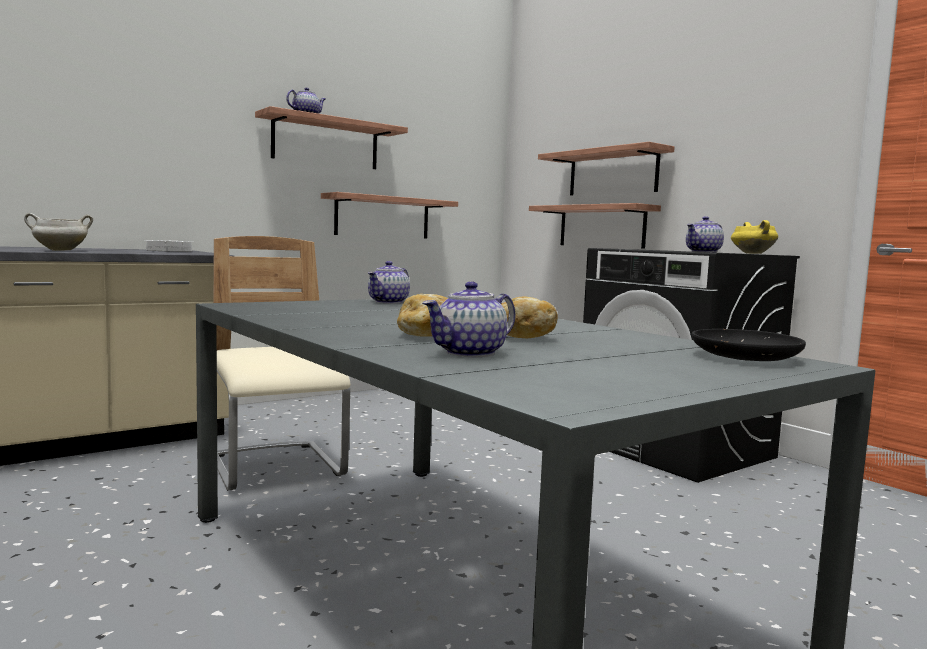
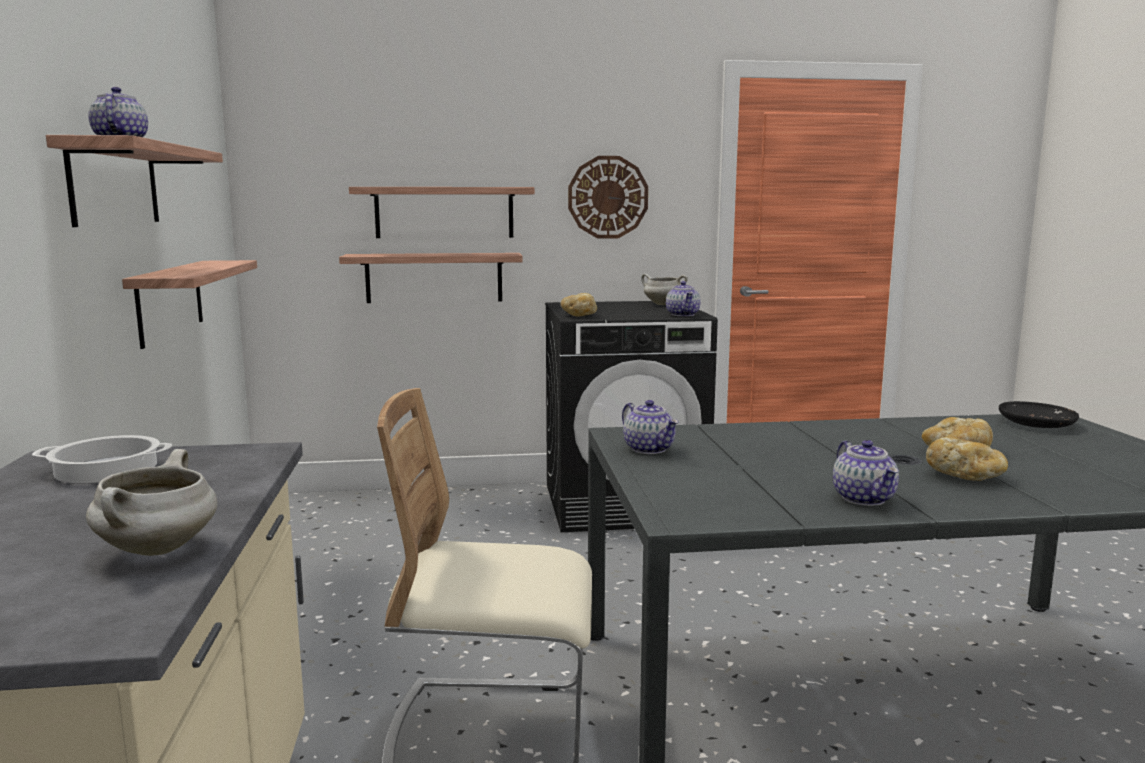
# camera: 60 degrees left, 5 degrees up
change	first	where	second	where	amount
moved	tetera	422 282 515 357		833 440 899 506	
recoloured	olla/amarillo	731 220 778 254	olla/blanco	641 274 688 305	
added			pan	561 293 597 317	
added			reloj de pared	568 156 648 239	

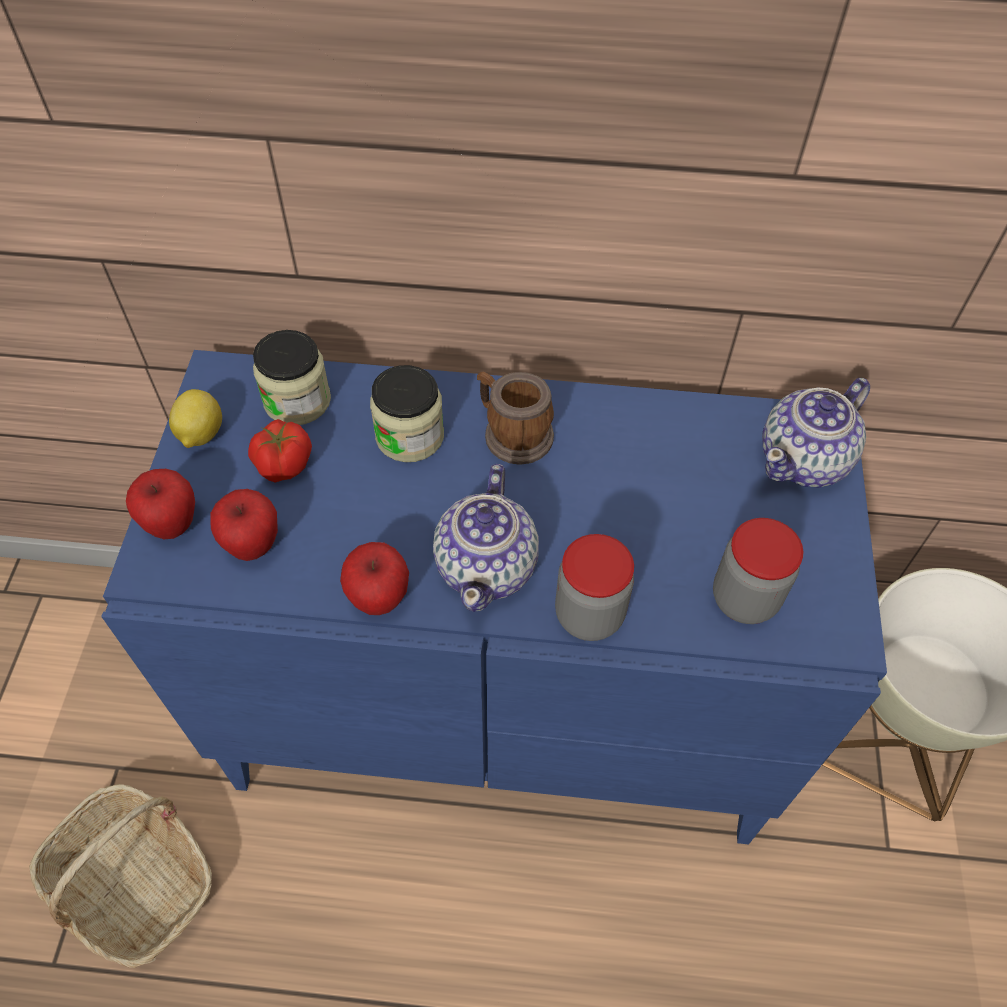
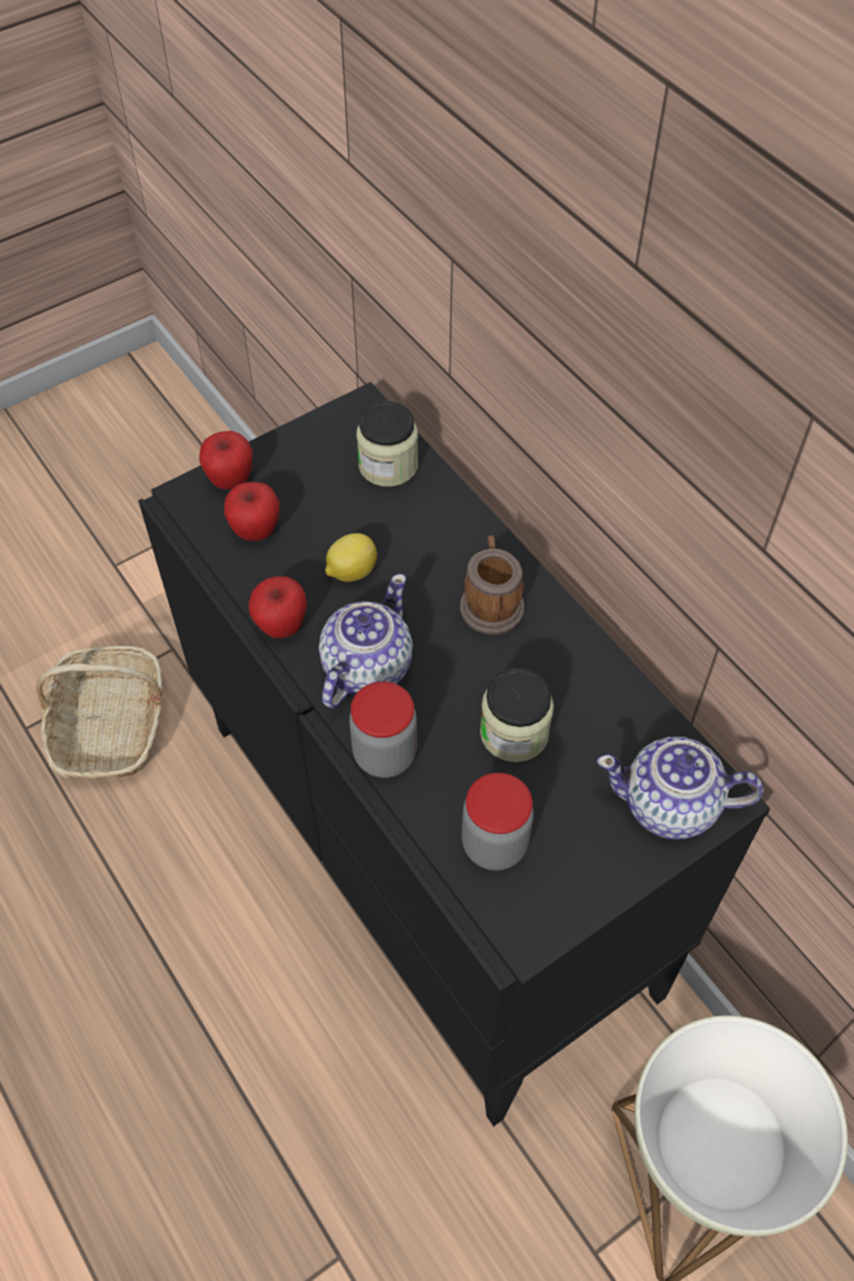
# camera: 50 degrees right, 0 degrees up
change	first	where	second	where	amount
recoloured	armario/azul	101 350 887 844	armario/negro	138 382 771 1126	
moved	limón	169 389 222 448		325 533 377 582	
removed	tomate	248 419 312 483			
moved	tarro	370 365 444 462		480 668 554 762	
turned	tetera	433 464 539 612		319 574 413 708	150 degrees clockwise

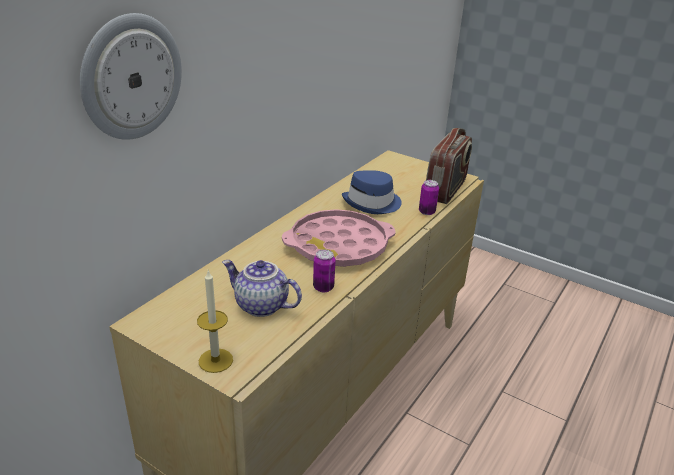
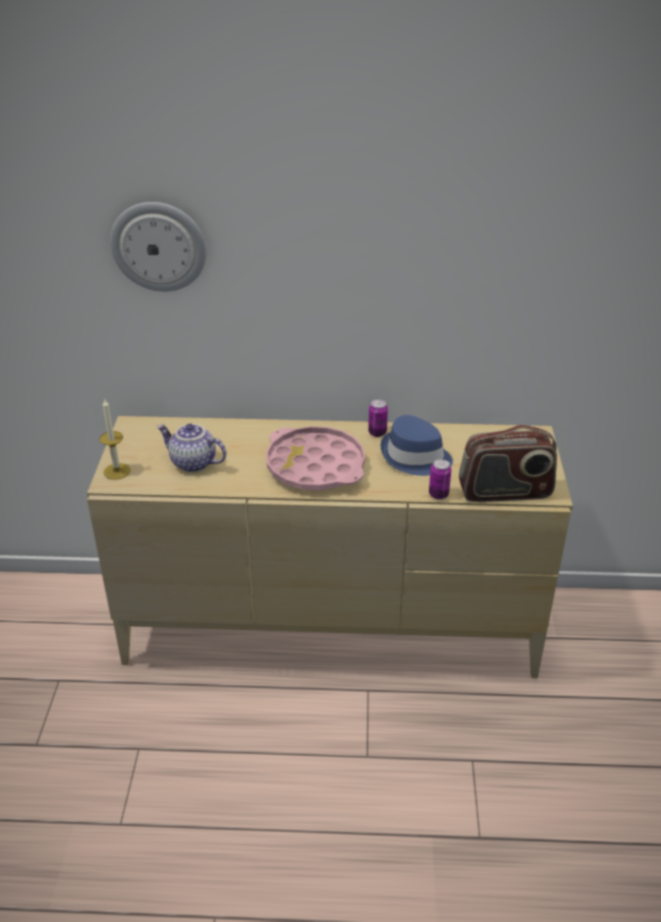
# camera: 60 degrees right, 5 degrees up
change	first	where	second	where	amount
turned	tetera	222 260 302 317		157 424 227 472	60 degrees counterclockwise
moved	lata	313 249 336 292		368 399 388 437	

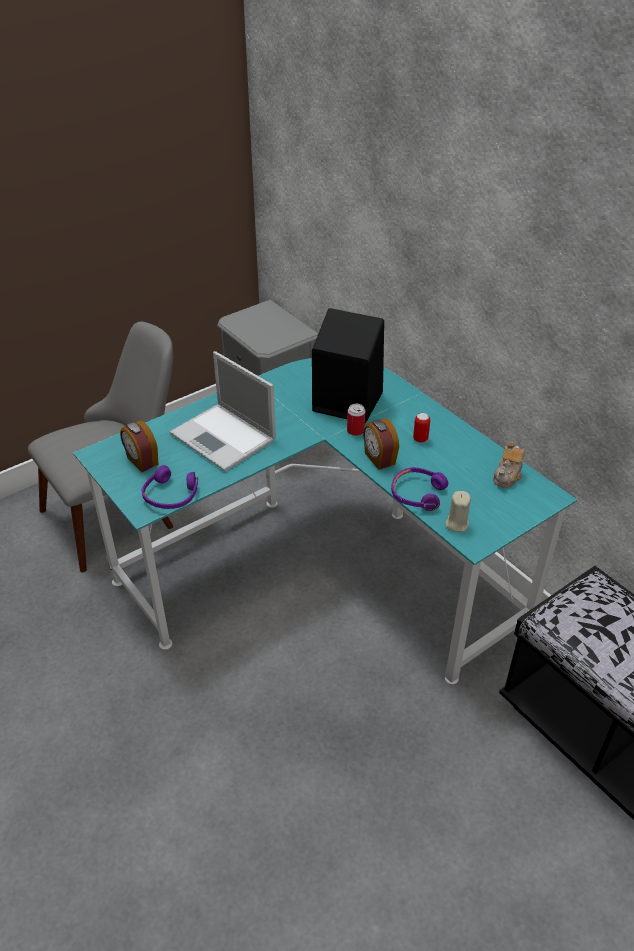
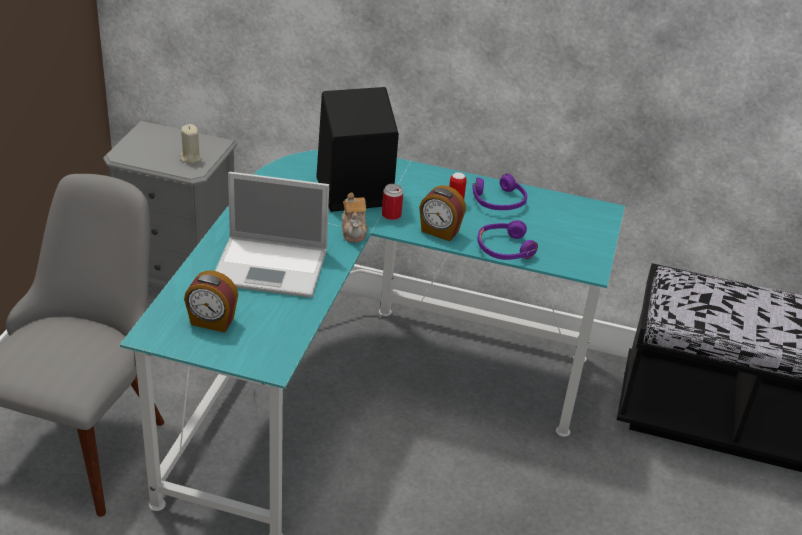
# camera: 40 degrees left, 5 degrees down
change	first	where	second	where	amount
moved	auriculares/morado	142 465 198 509		473 174 527 210	
moved	vela/beis	445 491 471 532		180 124 201 164	
moved	tetera	493 442 524 488		342 192 368 243	

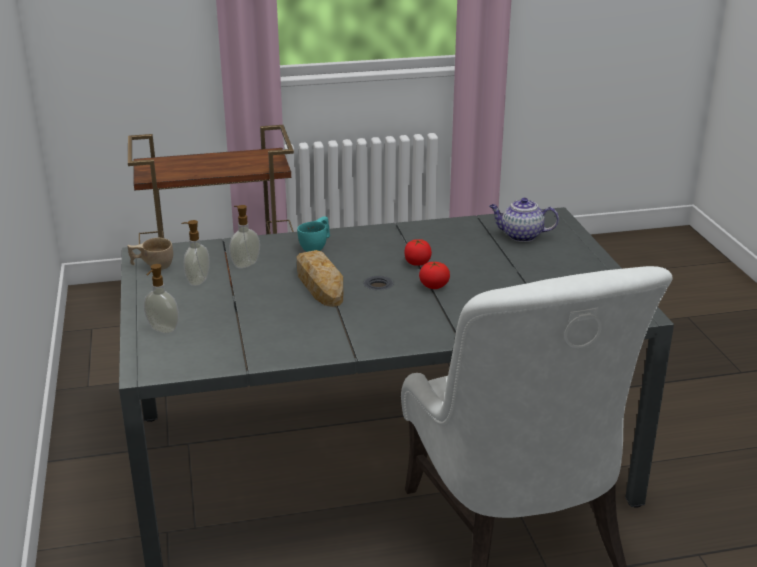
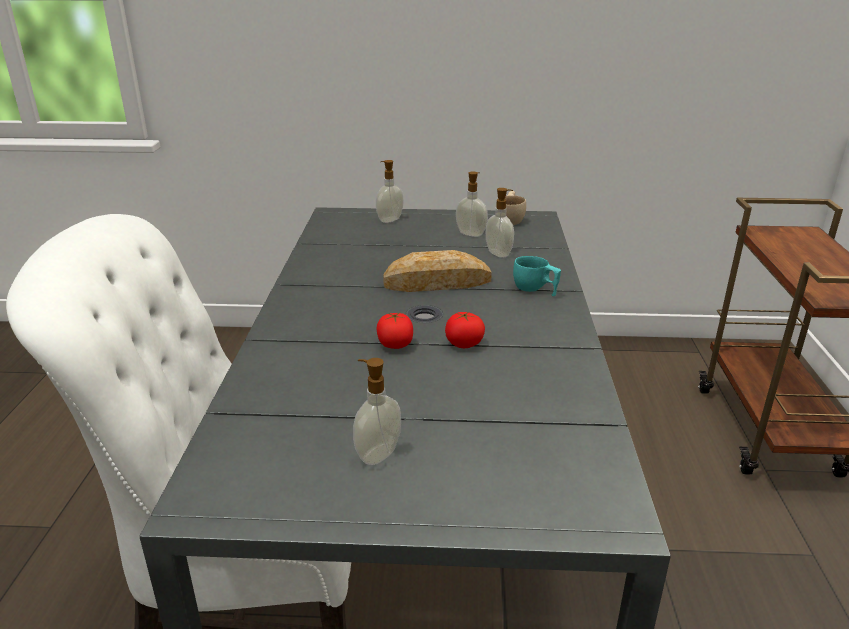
# camera: 105 degrees right, 0 degrees up
change	first	where	second	where	amount
removed	tetera	489 198 559 242			
added			dispensador de jabón	353 358 401 465	

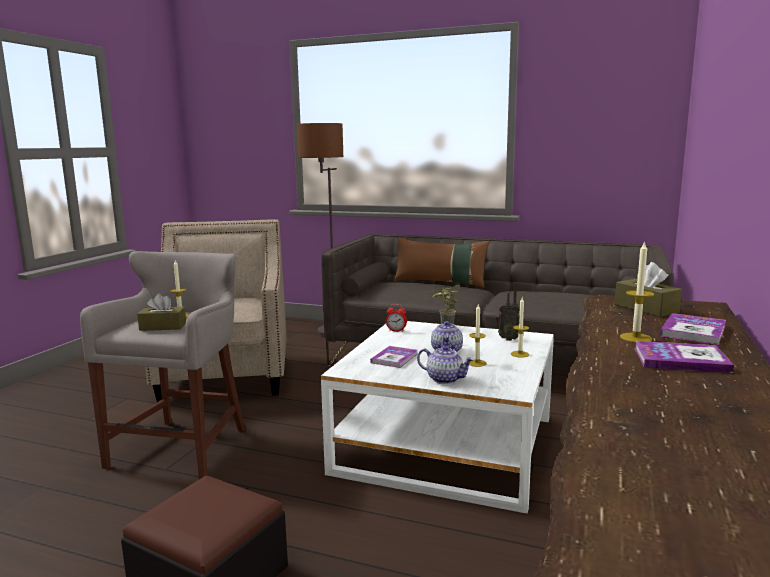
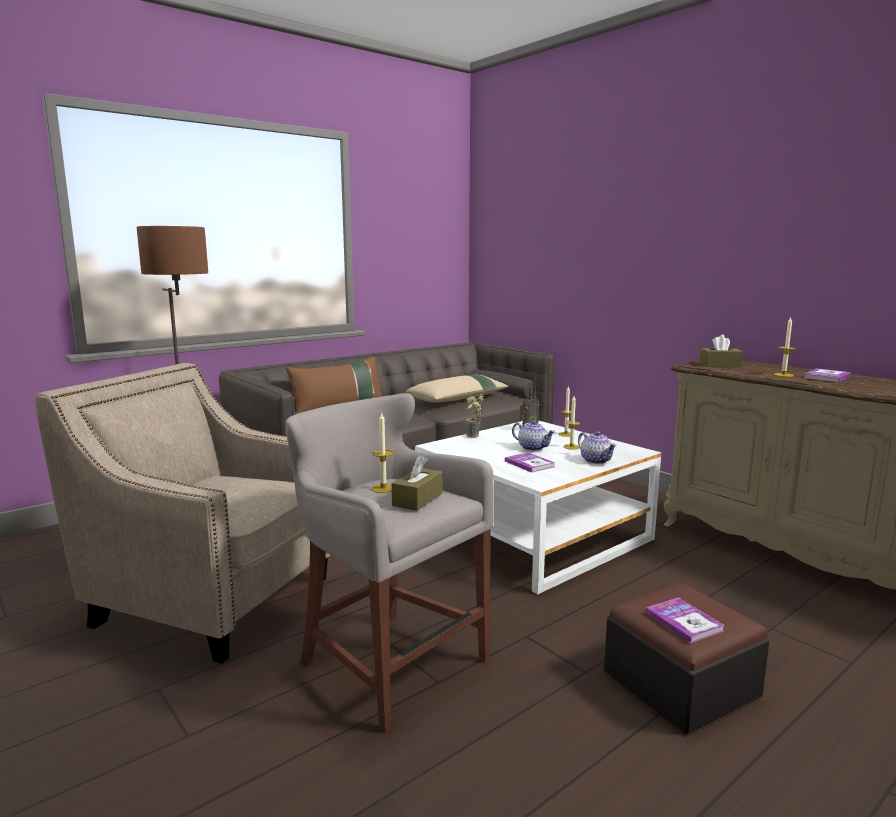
# camera: 60 degrees left, 0 degrees up
change	first	where	second	where	amount
removed	despertador	386 304 407 332			
turned	tetera	417 345 474 384		578 431 617 464	90 degrees clockwise
moved	libro	660 313 726 345		645 597 725 643	
added			cojín/beis	405 375 509 403	

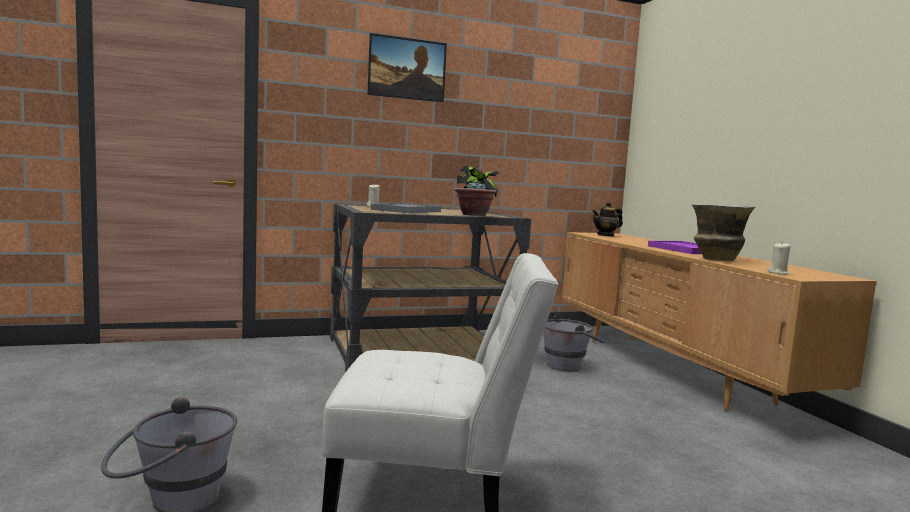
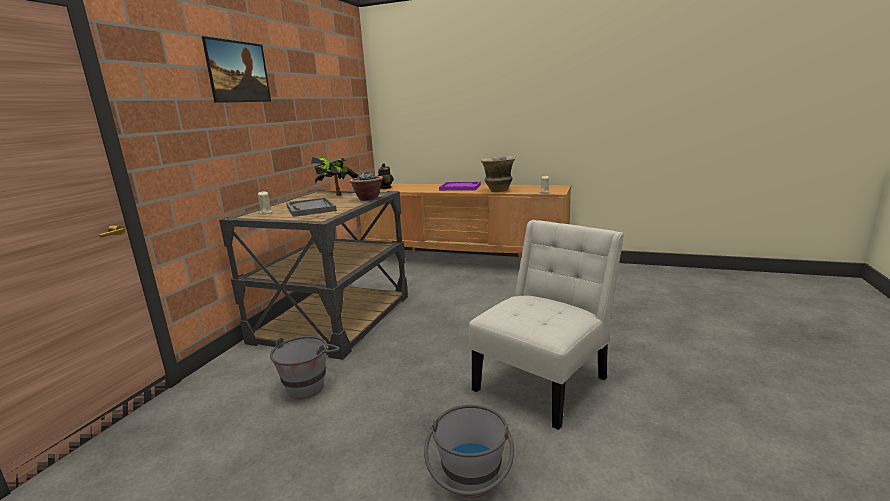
# camera: 50 degrees left, 10 degrees up
change	first	where	second	where	amount
moved	cubo/gris	543 314 605 372		270 336 340 399	

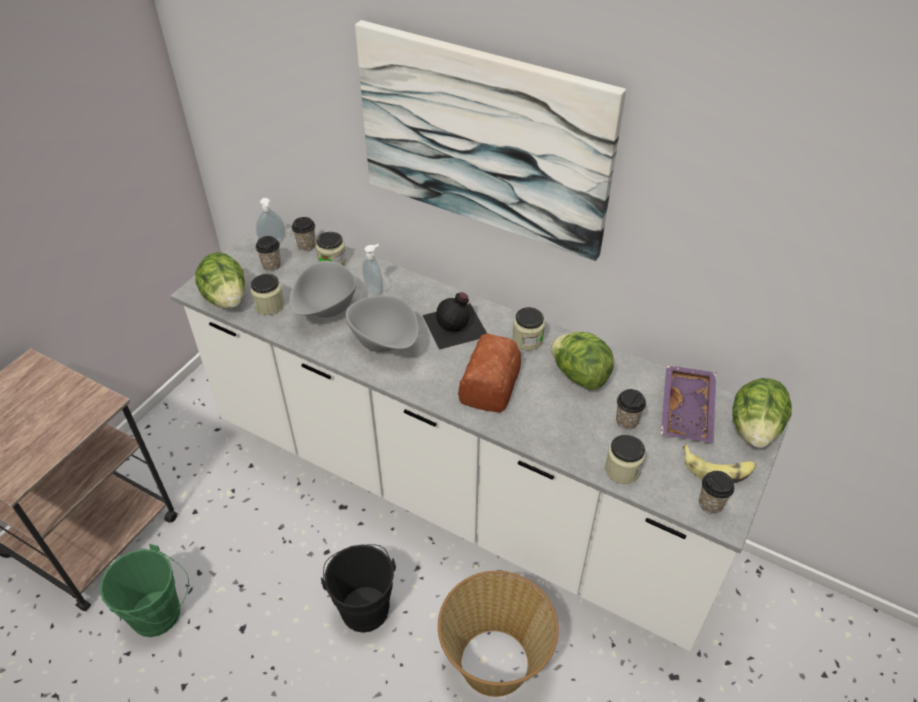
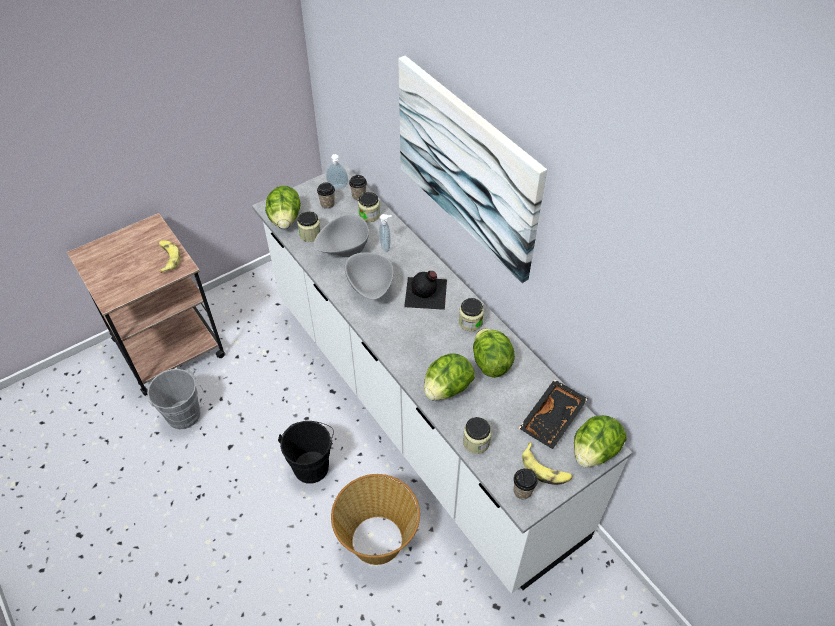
# camera: 25 degrees right, 5 degrees up
change	first	where	second	where	amount
recoloured	cubo/verde	100 544 189 637	cubo/gris	147 368 205 430	
removed	pan	458 334 521 413			
removed	taza	616 389 646 430			
recoloured	bandeja/morado	661 366 716 443	bandeja/negro	519 379 588 449	
added			plátano	159 241 180 273	
added			lechuga	424 354 475 400	

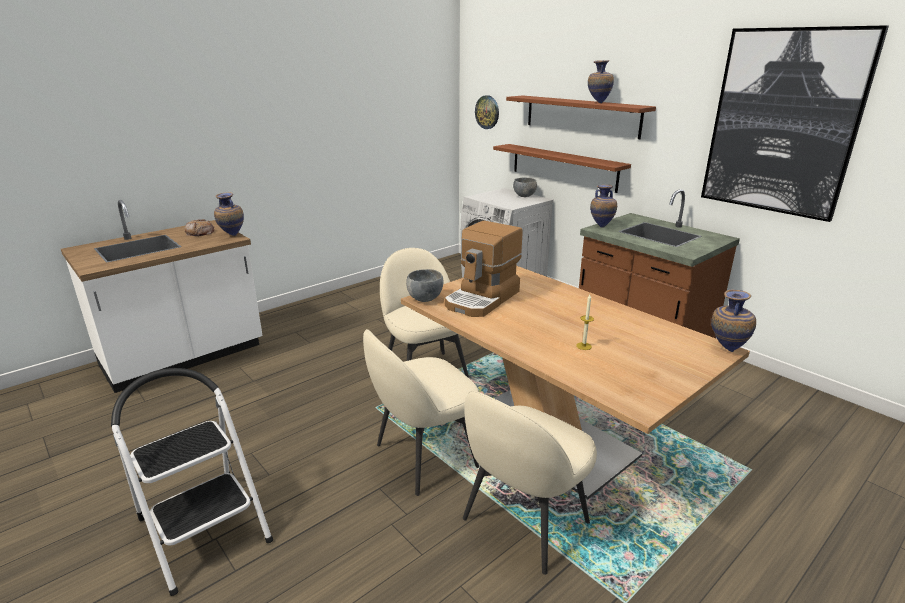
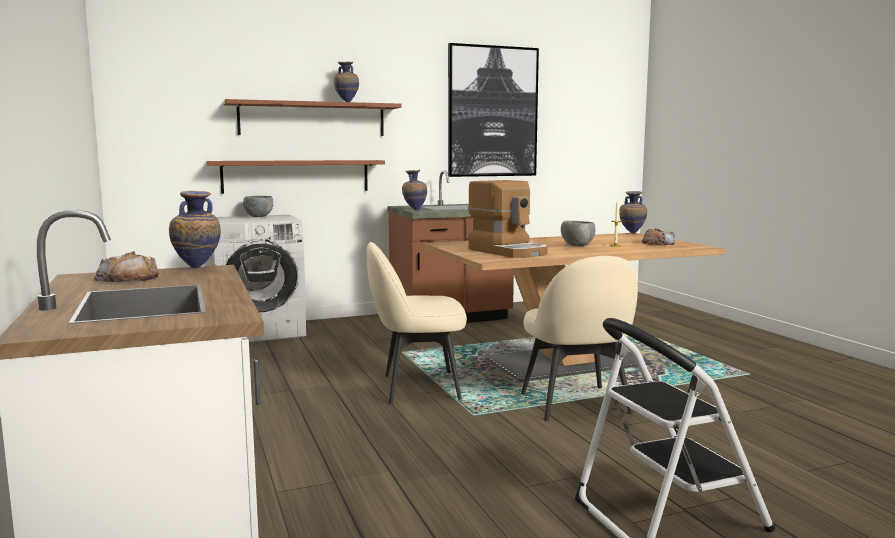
# camera: 70 degrees left, 15 degrees down
change	first	where	second	where	amount
moved	cuenco/gris	406 269 443 302		561 220 595 247	
removed	silla/beis	463 391 597 575			
removed	reloj de pared	475 95 499 129			
added			pan	642 228 675 245	

